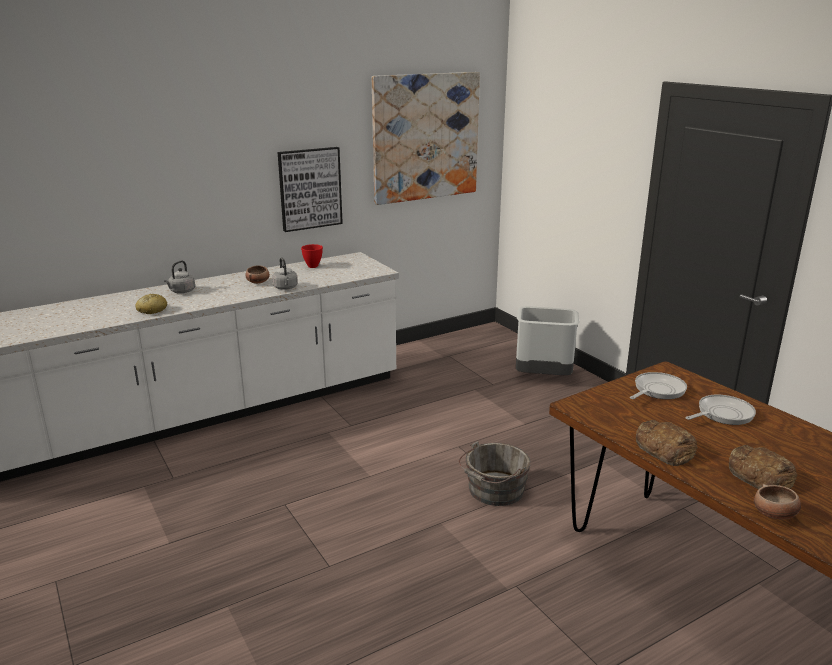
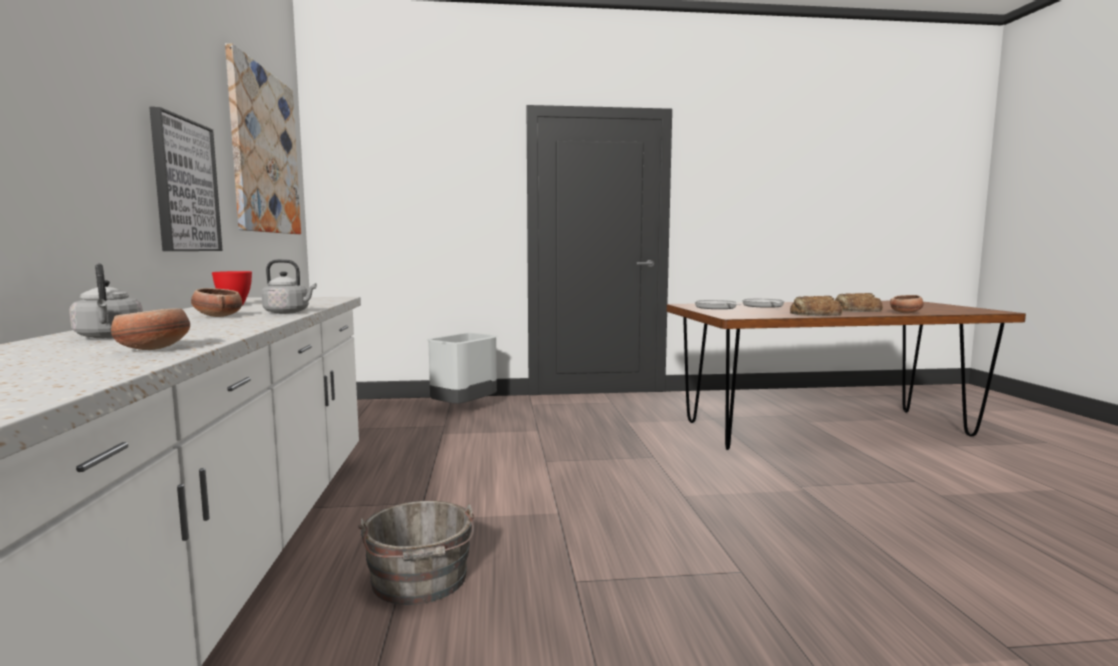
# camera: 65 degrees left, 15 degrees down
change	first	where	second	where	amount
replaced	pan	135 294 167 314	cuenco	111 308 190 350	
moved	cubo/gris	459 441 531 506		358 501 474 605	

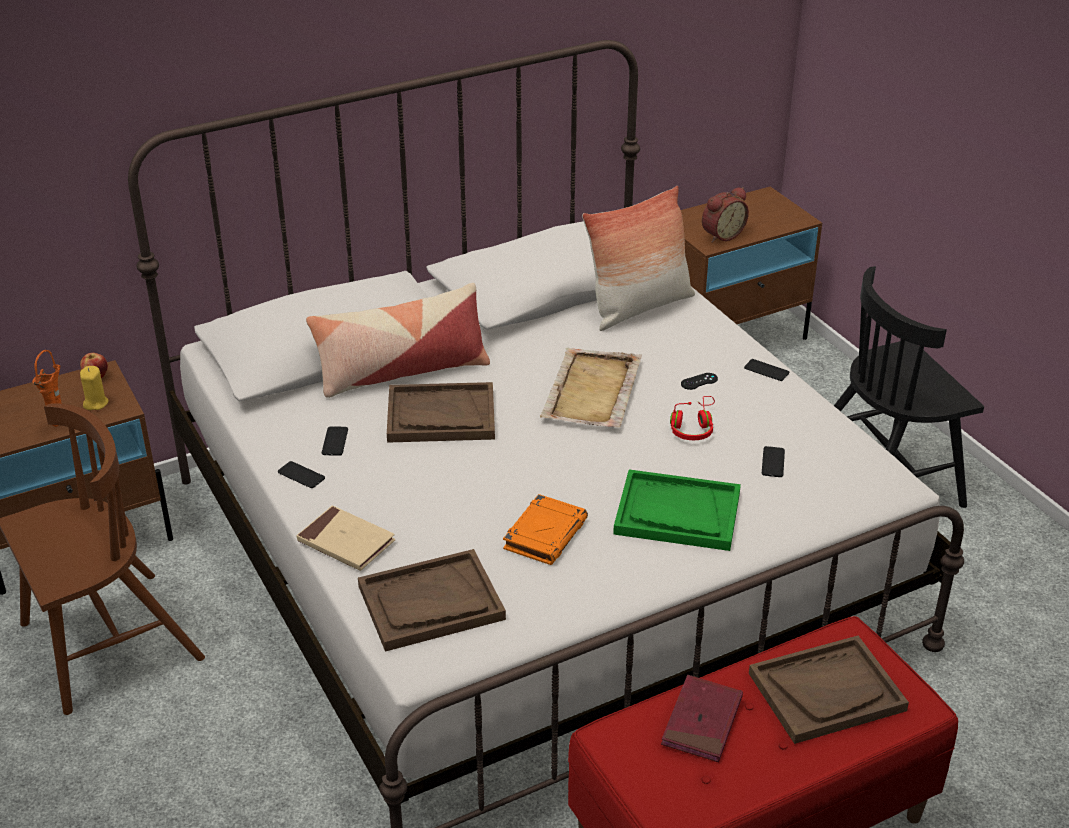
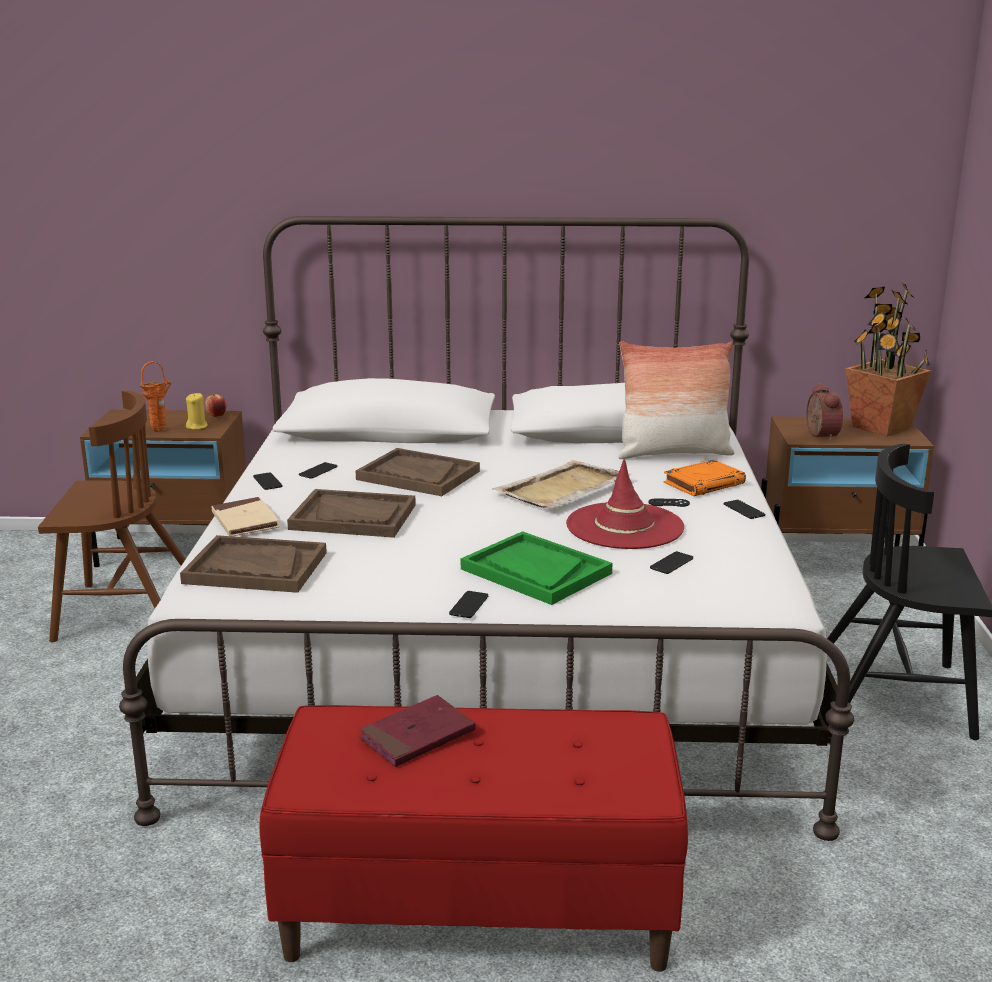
# camera: 30 degrees right, 15 degrees down
change	first	where	second	where	amount
removed	cojín	306 283 490 398			
moved	libro/naranja	503 494 588 565		664 460 746 496	
replaced	auriculares/rojo	670 396 715 440	sombrero/rojo	566 459 684 549	
turned	despertador	702 187 749 243		806 383 843 441	90 degrees counterclockwise
moved	bandeja/marrón	749 636 909 744		287 489 416 538	
added			móvil	449 591 488 618	
added			planta en maceta	846 283 931 436	

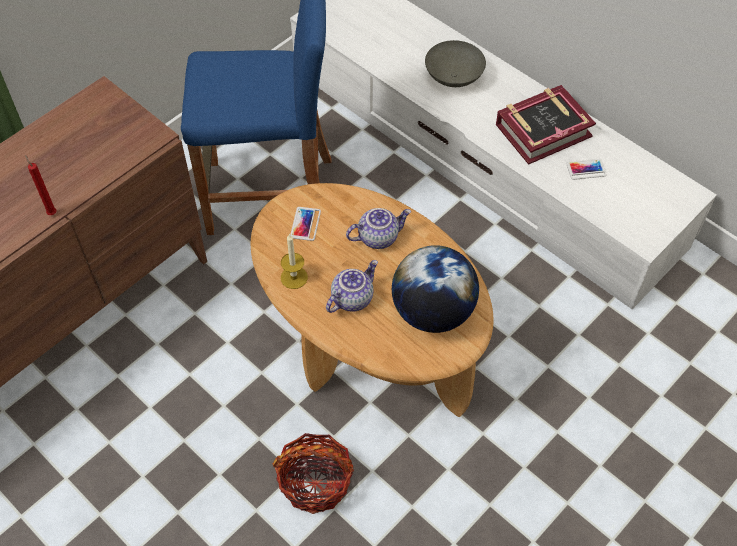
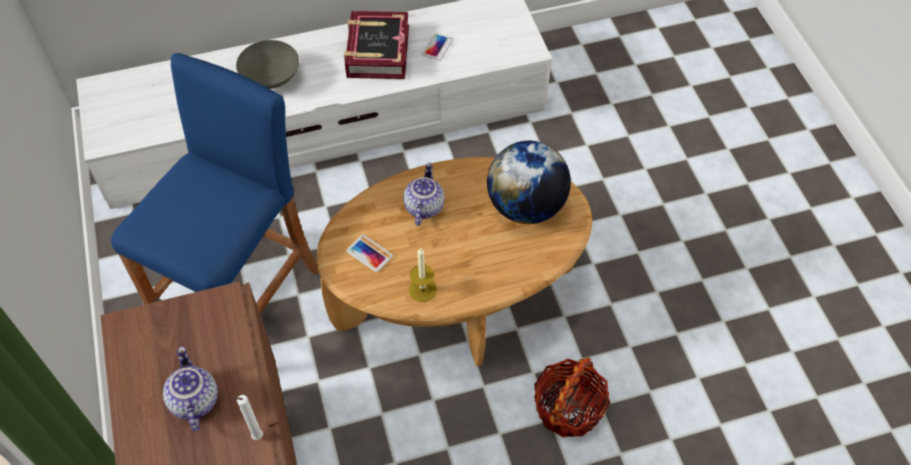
# camera: 60 degrees left, 0 degrees up
change	first	where	second	where	amount
recoloured	vela/rojo	25 155 56 215	vela/blanco	229 395 263 440	
moved	tetera	326 260 378 313		163 347 218 432	

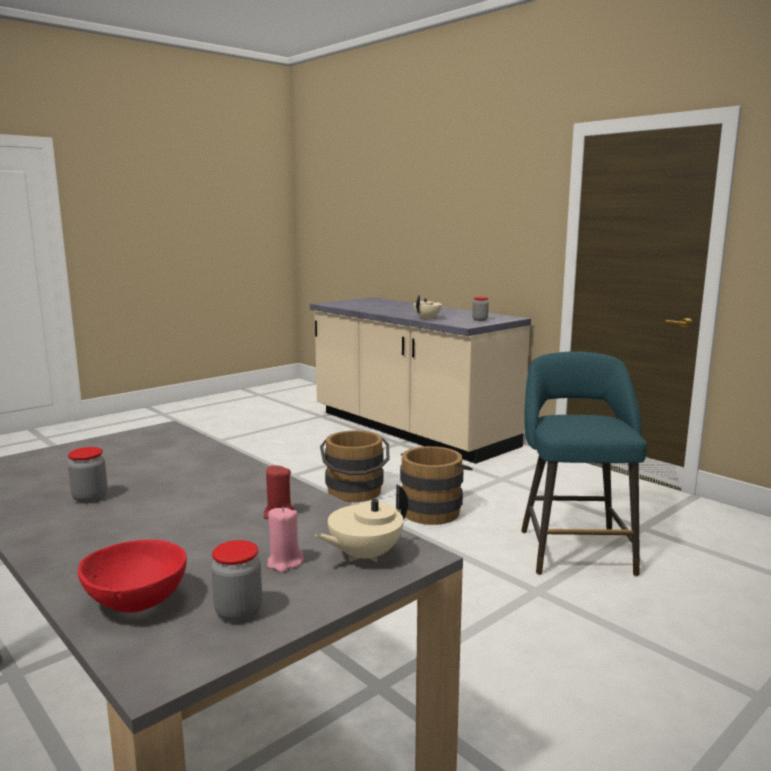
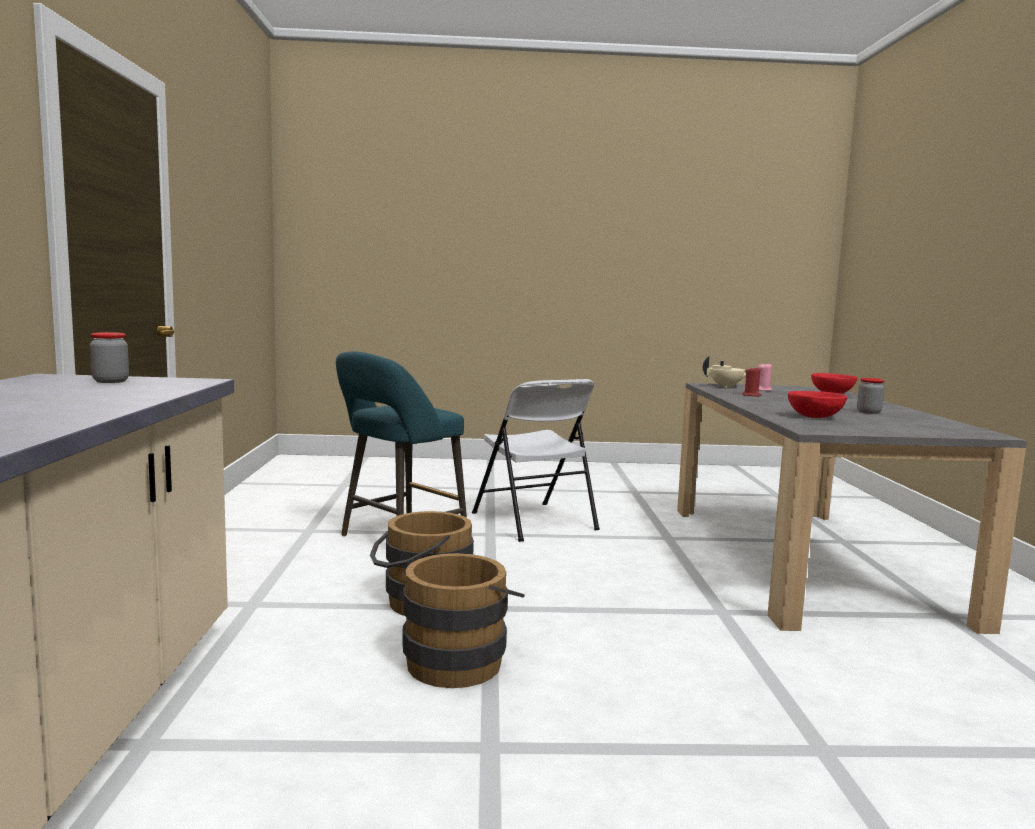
# camera: 140 degrees left, 5 degrees down
change	first	where	second	where	amount
removed	tarro	211 540 262 622			
removed	tetera/beis	414 295 442 320			
added			silla/blanco	472 379 600 542	
added			cuenco/rojo	788 391 848 418	

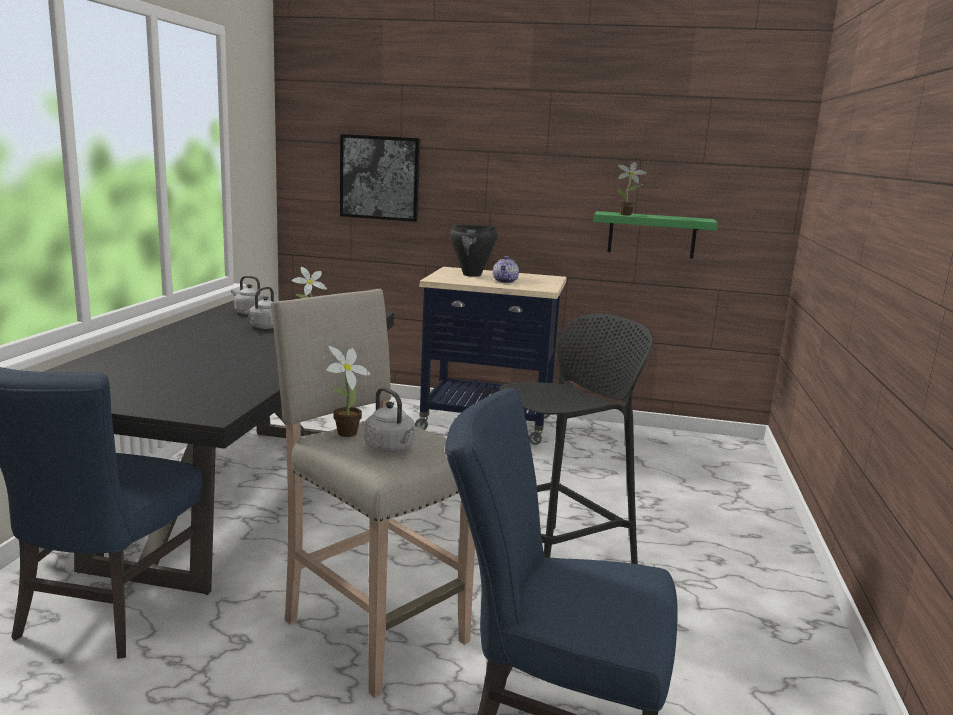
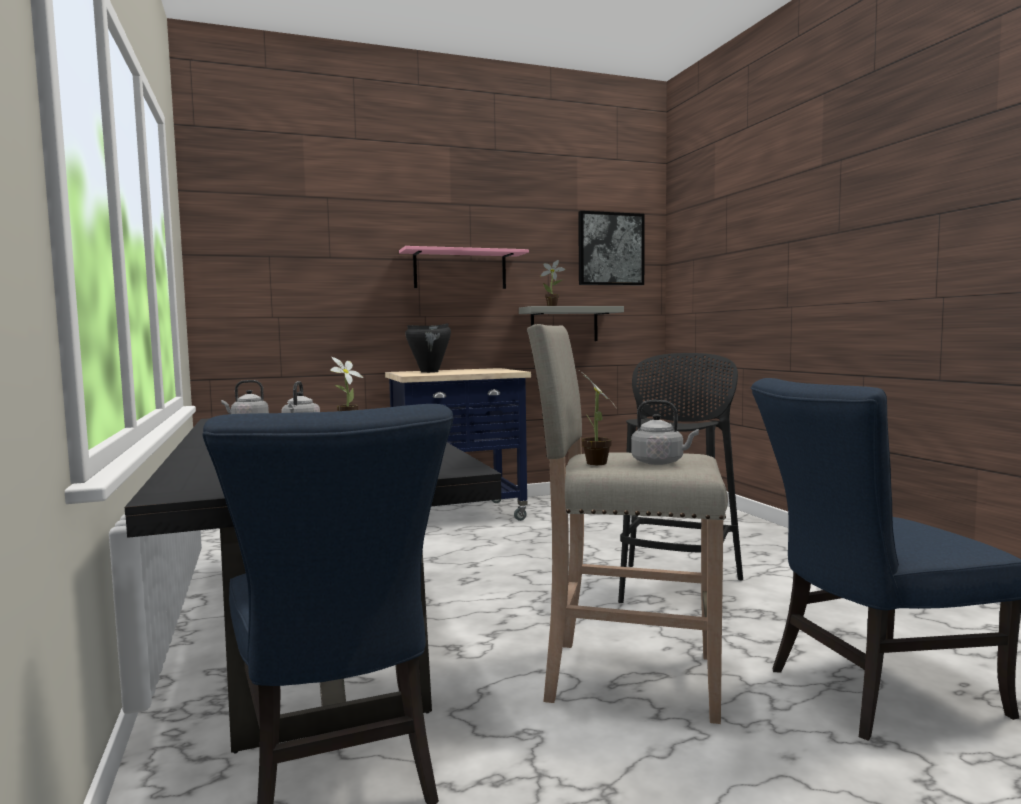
# camera: 30 degrees left, 10 degrees down
change	first	where	second	where	amount
moved	cuadro	340 134 420 222		578 211 645 285	
removed	tetera	493 256 519 283			
recoloured	estante/verde	594 211 718 259	estante/gris	519 306 624 341	
added			estante/rosa	399 246 529 289	

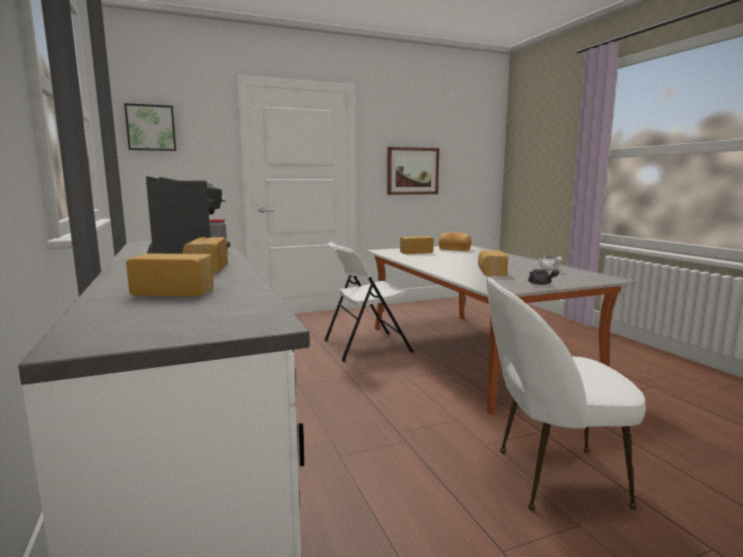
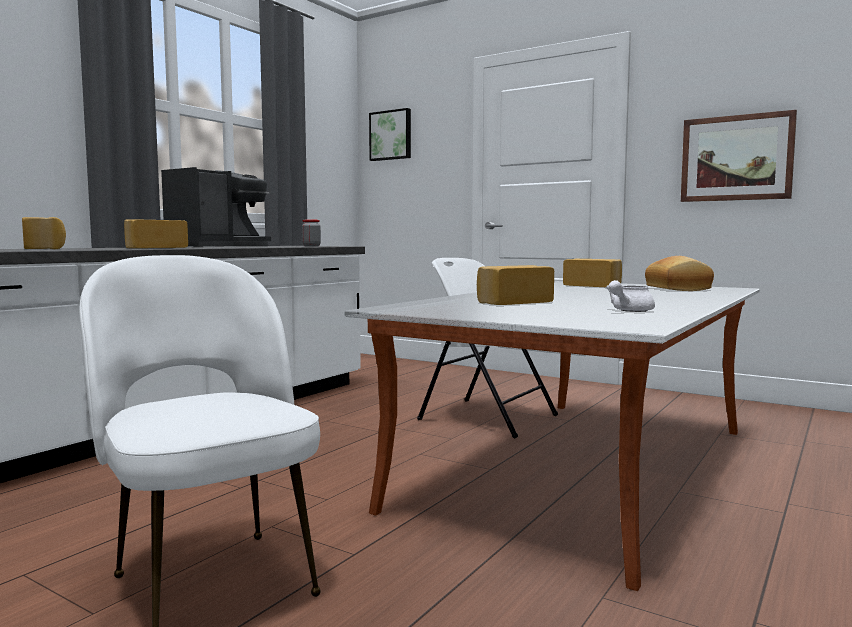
# camera: 55 degrees right, 5 degrees down
change	first	where	second	where	amount
removed	tetera/gris	528 269 559 285			

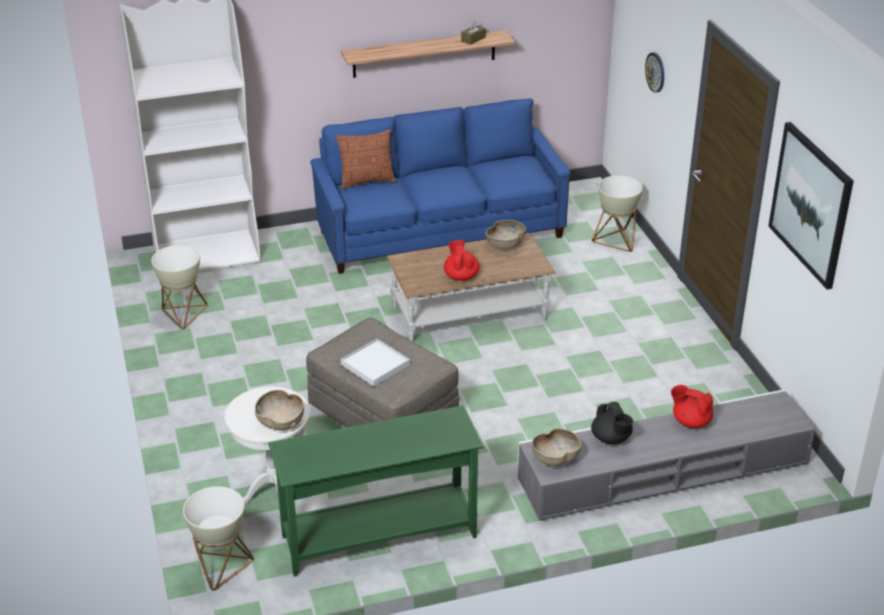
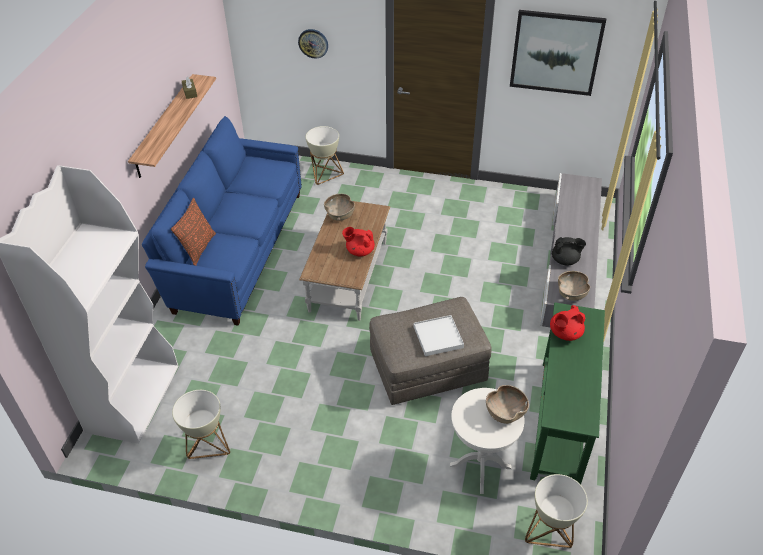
# camera: 60 degrees left, 10 degrees up
change	first	where	second	where	amount
moved	tetera/rojo	671 385 713 428		550 305 585 341	

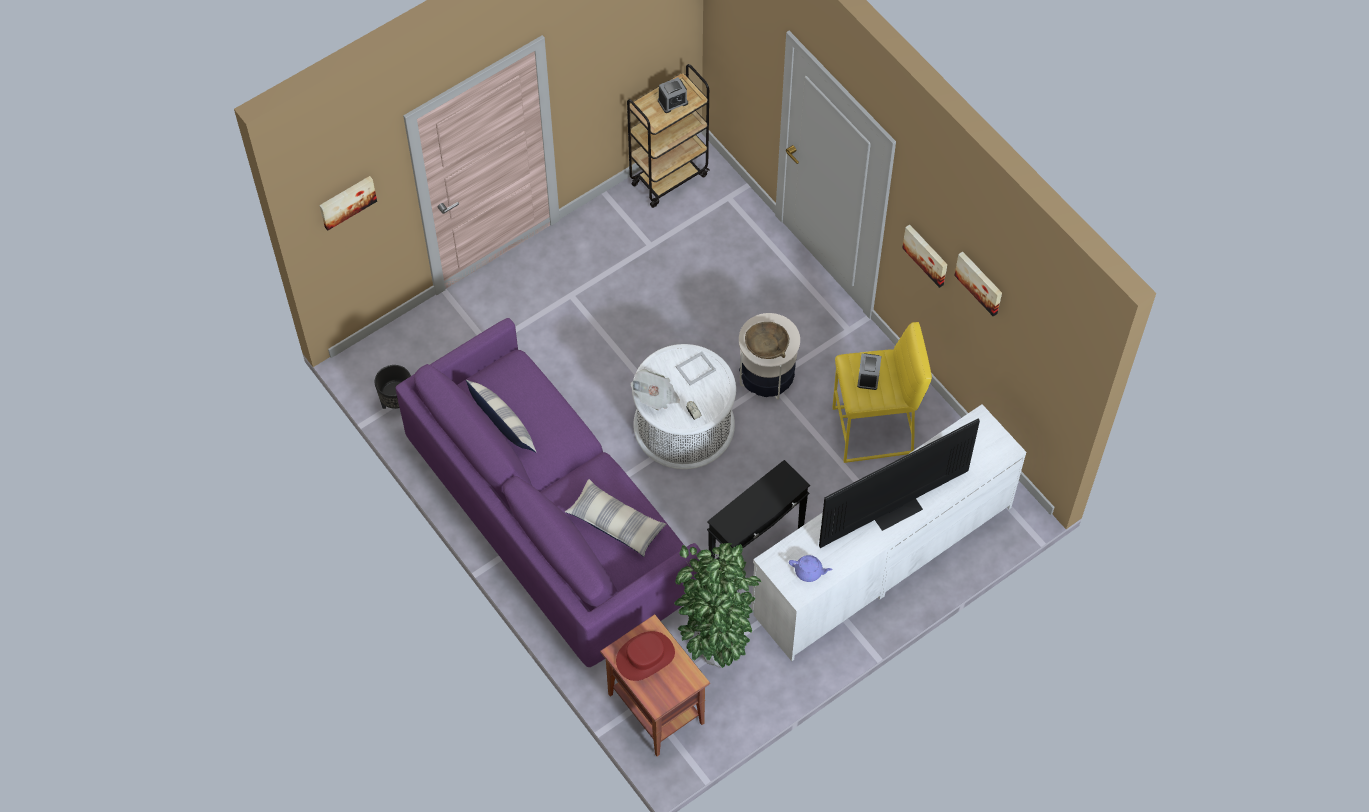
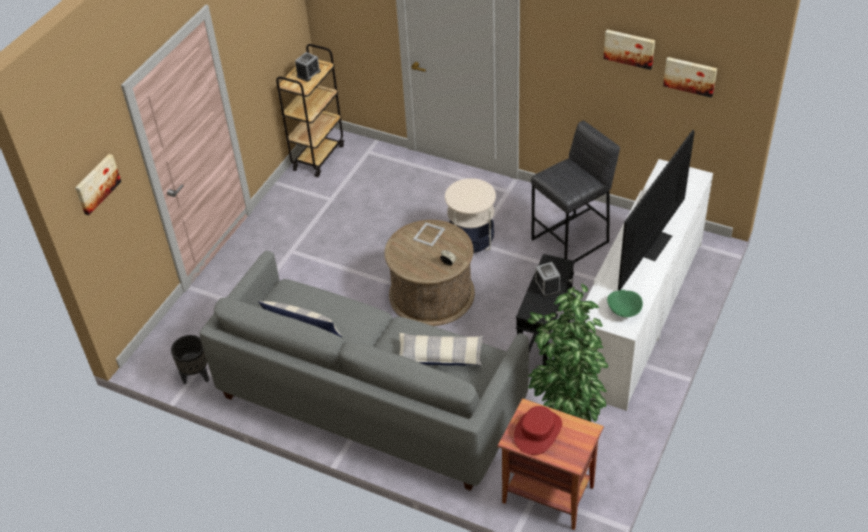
# camera: 25 degrees left, 15 degrees down
change	first	where	second	where	amount
recoloured	sofá/morado	396 318 701 667	sofá/gris	199 251 529 491	
removed	periódico	631 369 680 410			
recoloured	mesa de centro/blanco	632 344 736 469	mesa de centro/marrón	384 220 475 326	
removed	cuenco/marrón	745 322 789 359			
replaced	tetera/morado	789 555 833 582	cuenco/verde	607 290 643 317	
recoloured	taburete/amarillo	832 322 932 463	taburete/gris	531 120 620 262	
moved	despertador	857 353 881 390		535 262 561 297	
moved	cuadro	902 225 947 288		663 57 717 98	

